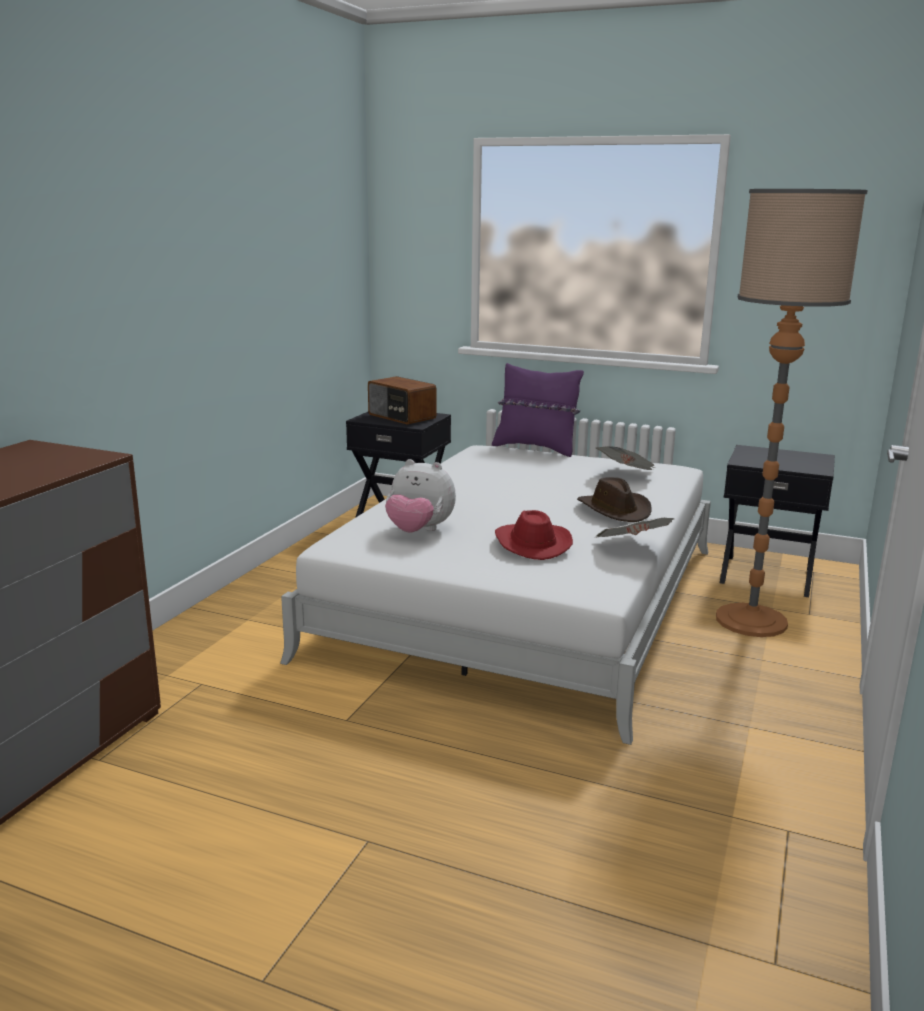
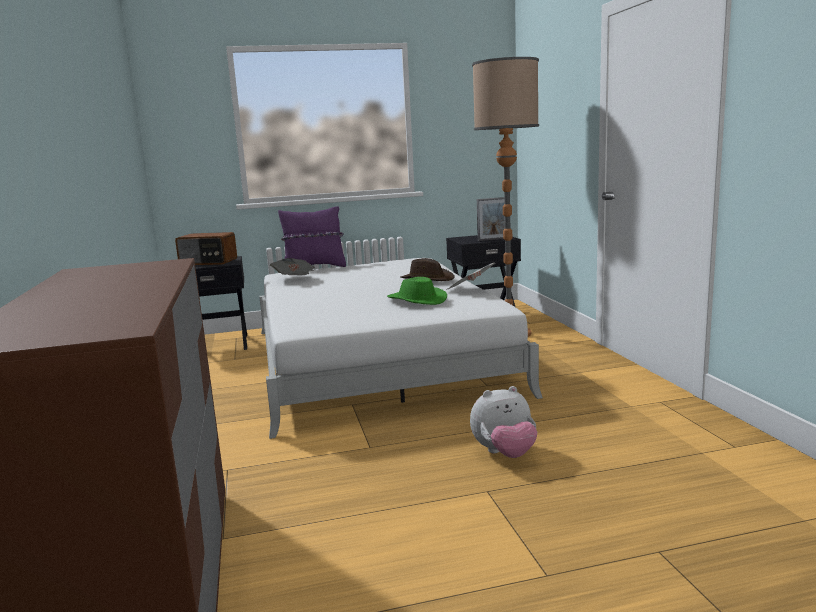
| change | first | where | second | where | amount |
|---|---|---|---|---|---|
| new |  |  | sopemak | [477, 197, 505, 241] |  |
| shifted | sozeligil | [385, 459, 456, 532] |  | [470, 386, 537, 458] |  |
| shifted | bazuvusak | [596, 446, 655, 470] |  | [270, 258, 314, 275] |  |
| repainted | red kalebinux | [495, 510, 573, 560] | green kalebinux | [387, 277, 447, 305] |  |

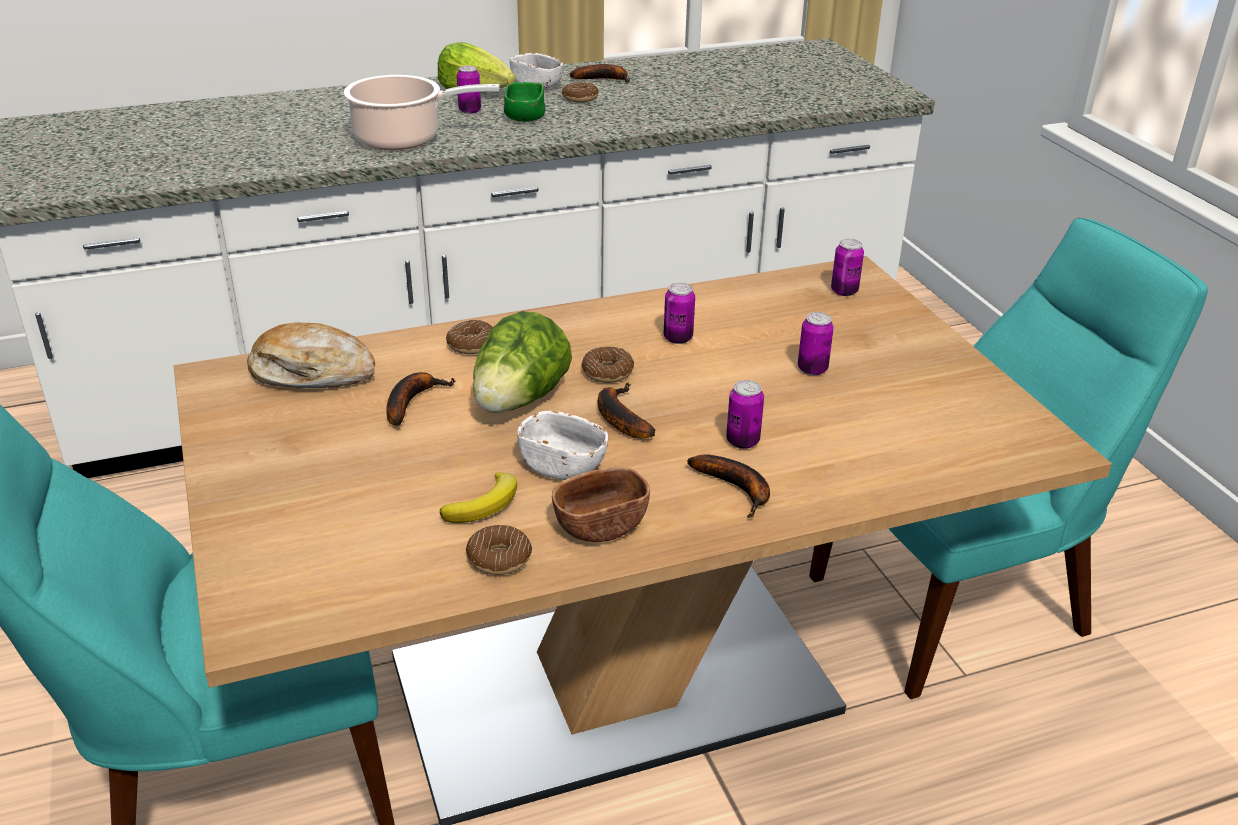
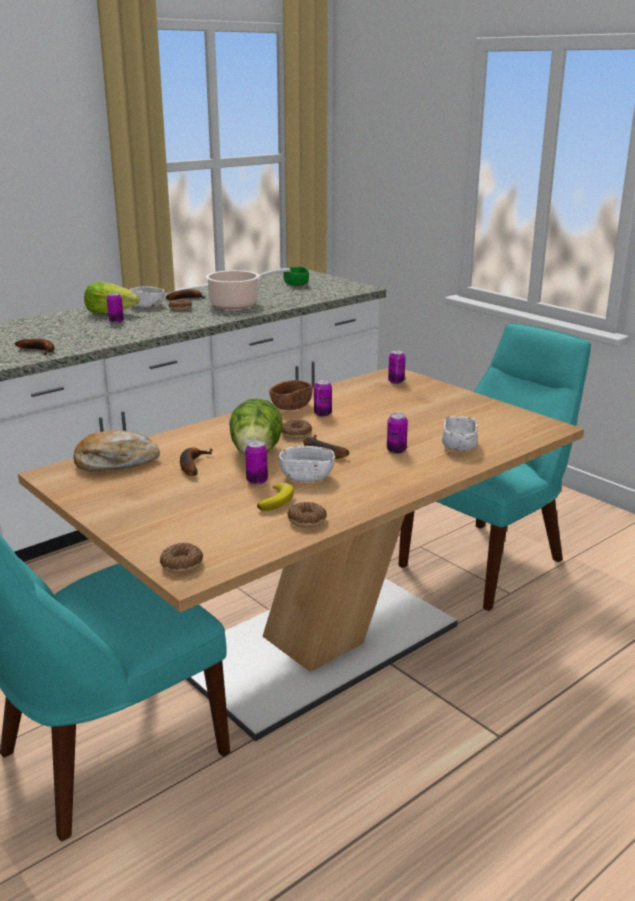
| change | first | where | second | where | amount |
|---|---|---|---|---|---|
| new |  |  | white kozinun | [442, 416, 478, 451] |  |
| shifted | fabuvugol | [344, 75, 499, 150] |  | [205, 268, 291, 309] |  |
| shifted | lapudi | [446, 320, 493, 354] |  | [160, 543, 203, 573] |  |
| shifted | green kozinun | [504, 82, 545, 122] |  | [283, 267, 309, 286] |  |
| shifted | brown kozinun | [552, 467, 650, 542] |  | [269, 380, 313, 410] |  |
| shifted | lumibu | [687, 454, 770, 518] |  | [15, 339, 54, 355] |  |
| shifted | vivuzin | [798, 312, 834, 375] |  | [245, 440, 268, 485] |  |

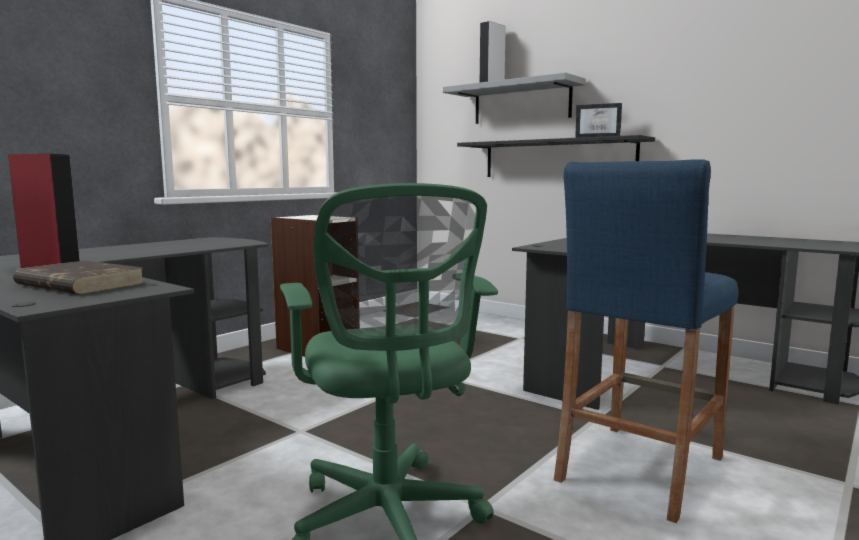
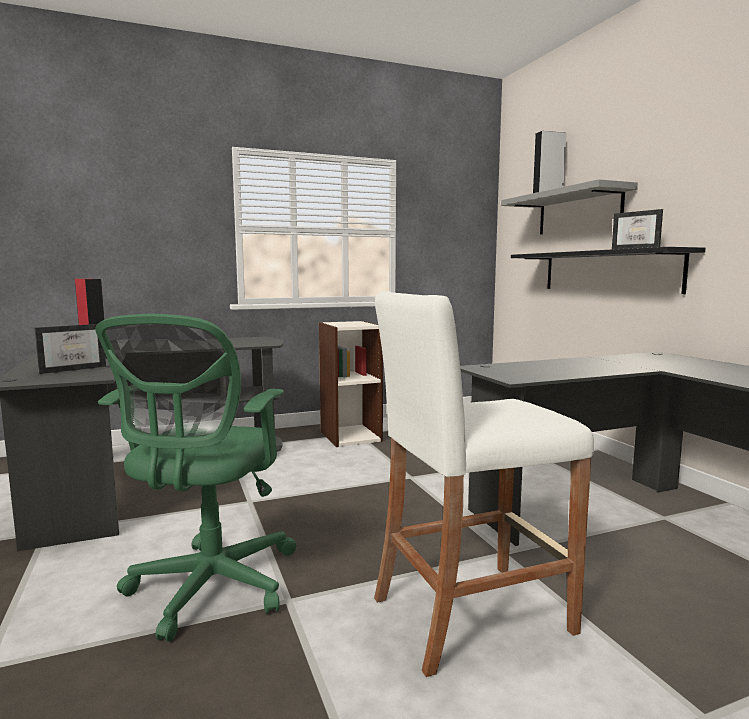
| change | first | where | second | where | amount |
|---|---|---|---|---|---|
| swapped | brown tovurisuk | [13, 260, 145, 294] | sopemak | [35, 324, 106, 374] |  |
| repainted | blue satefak | [554, 159, 738, 523] | white satefak | [374, 291, 594, 677] |  |

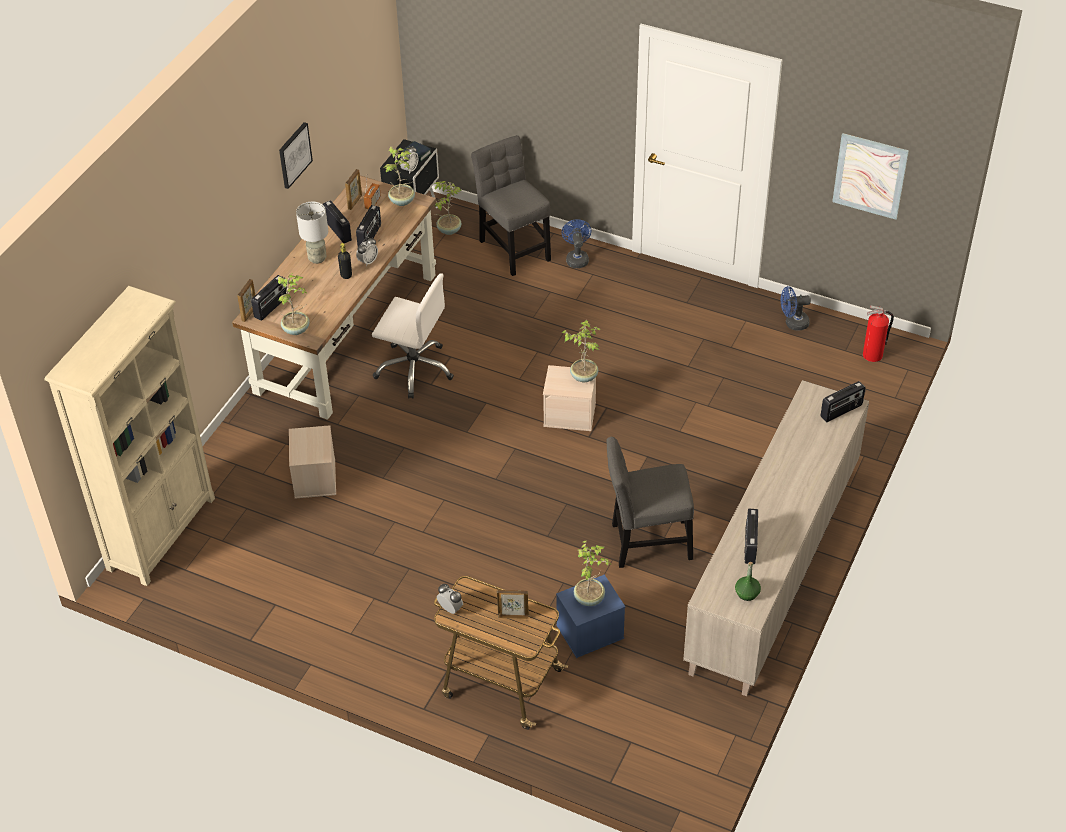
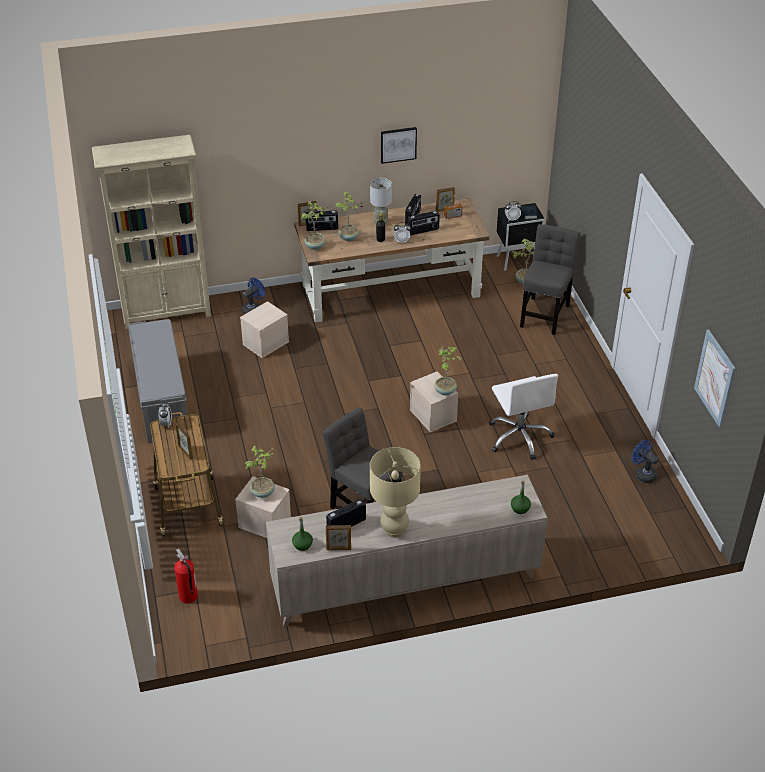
| change | first | where | second | where | amount |
|---|---|---|---|---|---|
| new |  |  | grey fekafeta | [128, 319, 188, 444] |  |
| new |  |  | sopemak | [326, 525, 351, 550] |  |
| new |  |  | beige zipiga | [370, 447, 421, 538] |  |
| shifted | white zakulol | [372, 273, 454, 399] |  | [489, 374, 558, 460] |  |
| shifted | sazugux | [384, 146, 415, 206] |  | [335, 192, 364, 241] |  |
| shifted | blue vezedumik | [562, 219, 591, 268] |  | [242, 278, 265, 314] |  |
| shifted | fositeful | [863, 305, 894, 362] |  | [174, 548, 198, 604] |  |
| swapped | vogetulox | [820, 381, 866, 422] | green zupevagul | [511, 481, 531, 514] |  |
| repainted | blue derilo | [556, 574, 625, 658] | beige derilo | [235, 476, 291, 538] |  |

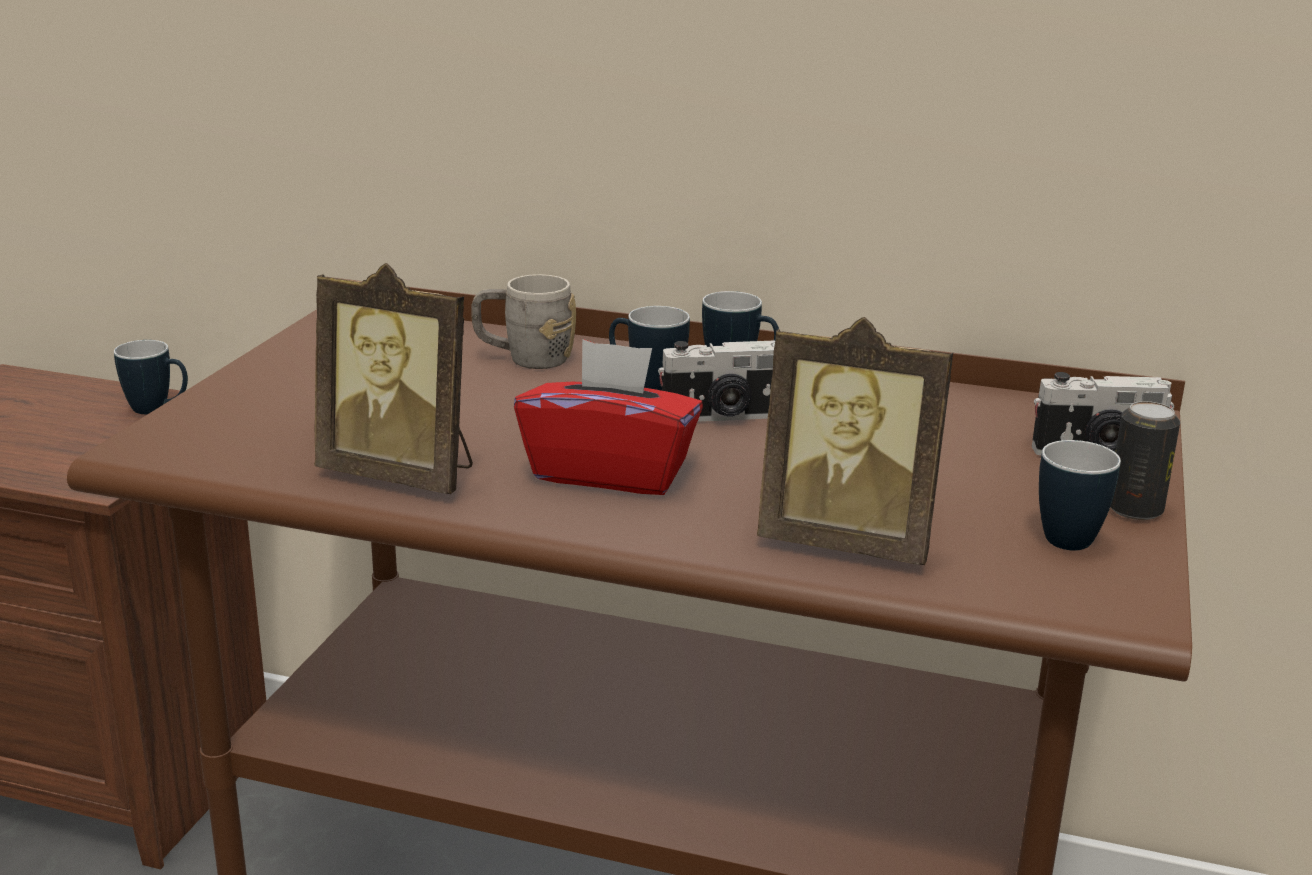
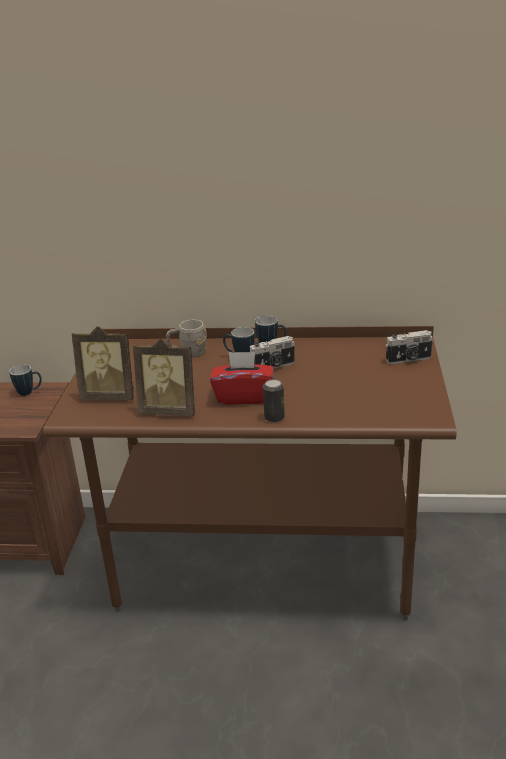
| change | first | where | second | where | amount |
|---|---|---|---|---|---|
| gone | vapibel | [1039, 440, 1121, 550] |  |  |  |
| shifted | sopemak | [757, 317, 953, 565] |  | [72, 326, 134, 400] |  |
| shifted | vivuzin | [1110, 401, 1180, 520] |  | [263, 379, 285, 423] |  |

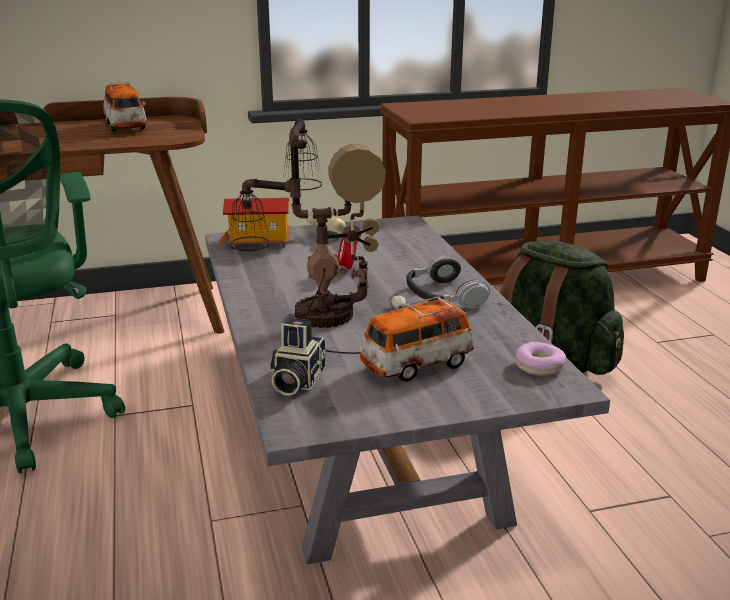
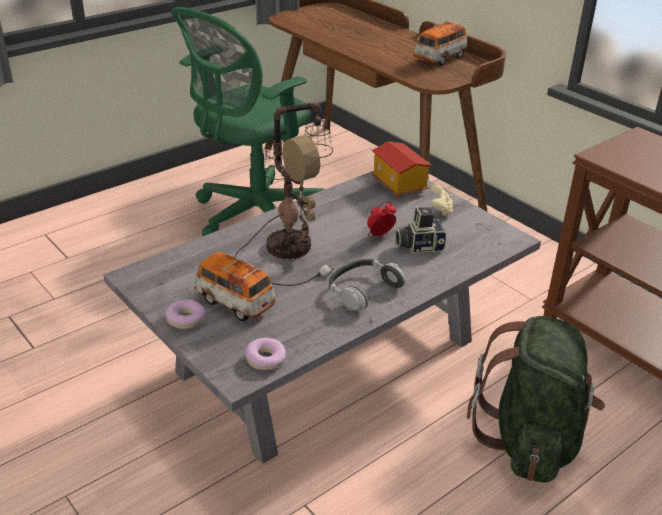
| change | first | where | second | where | amount |
|---|---|---|---|---|---|
| new |  |  | lapudi | [166, 299, 206, 329] |  |
| shifted | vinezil | [270, 318, 326, 396] |  | [395, 206, 447, 253] |  |

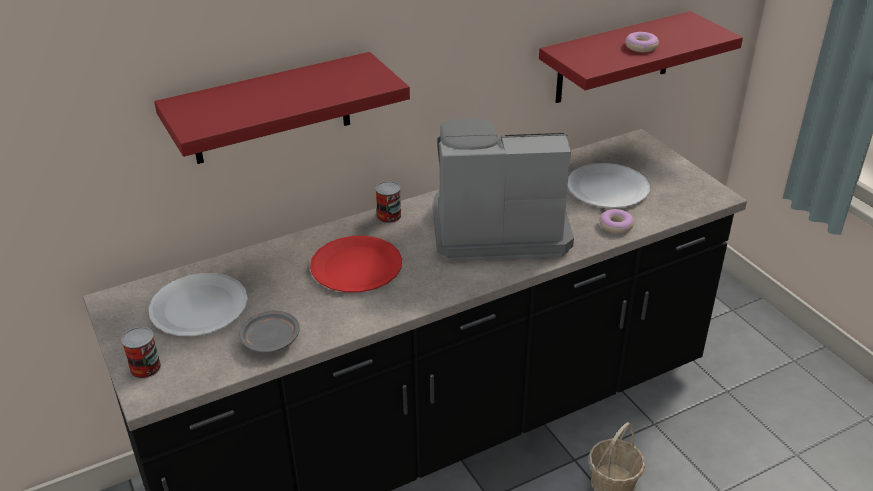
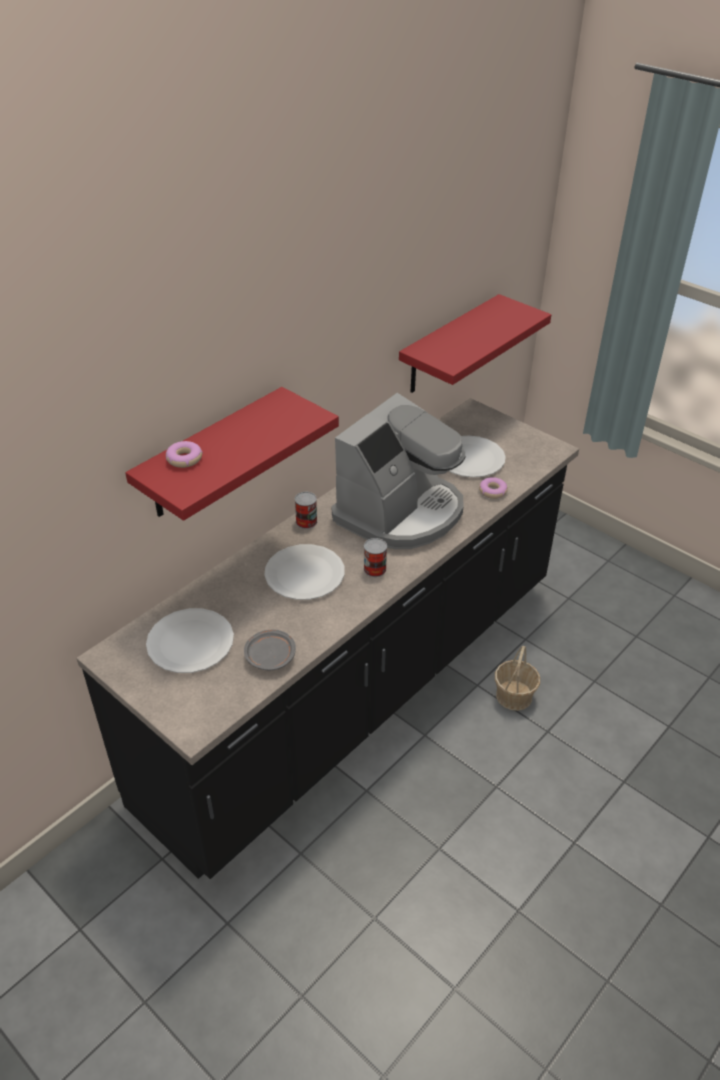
| change | first | where | second | where | amount |
|---|---|---|---|---|---|
| shifted | vivuzin | [121, 327, 161, 379] |  | [364, 538, 387, 577] |  |
| shifted | lapudi | [625, 32, 659, 52] |  | [166, 441, 203, 468] |  |
| repainted | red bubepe | [310, 236, 402, 292] | white bubepe | [265, 544, 344, 600] |  |
| rotated | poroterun | [433, 118, 574, 261] |  | [332, 393, 466, 549] | 150 degrees clockwise |

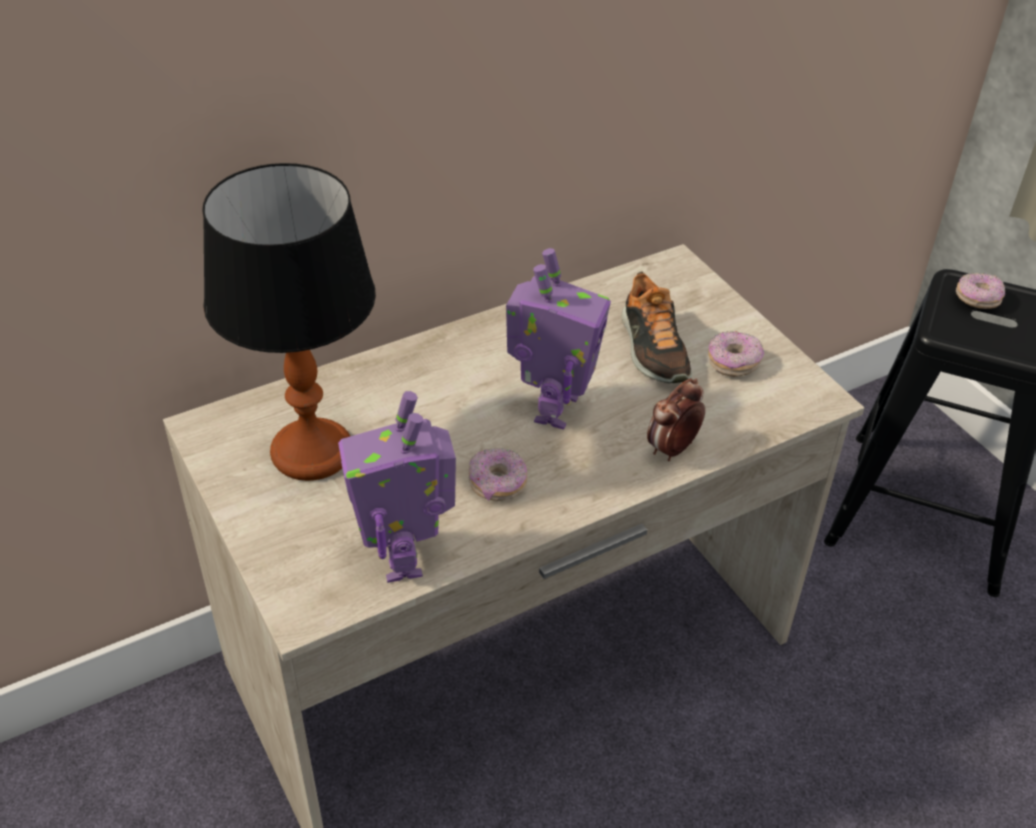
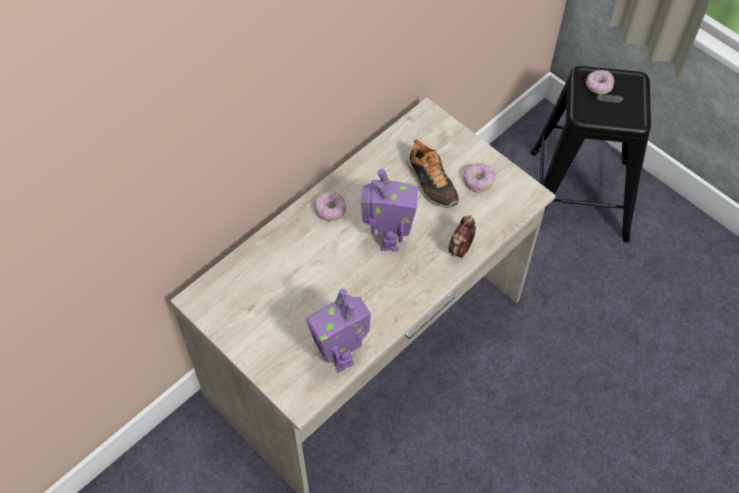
| change | first | where | second | where | amount |
|---|---|---|---|---|---|
| gone | zipiga | [202, 163, 376, 481] |  |  |  |
| shifted | lapudi | [469, 448, 527, 501] |  | [315, 192, 346, 222] |  |

